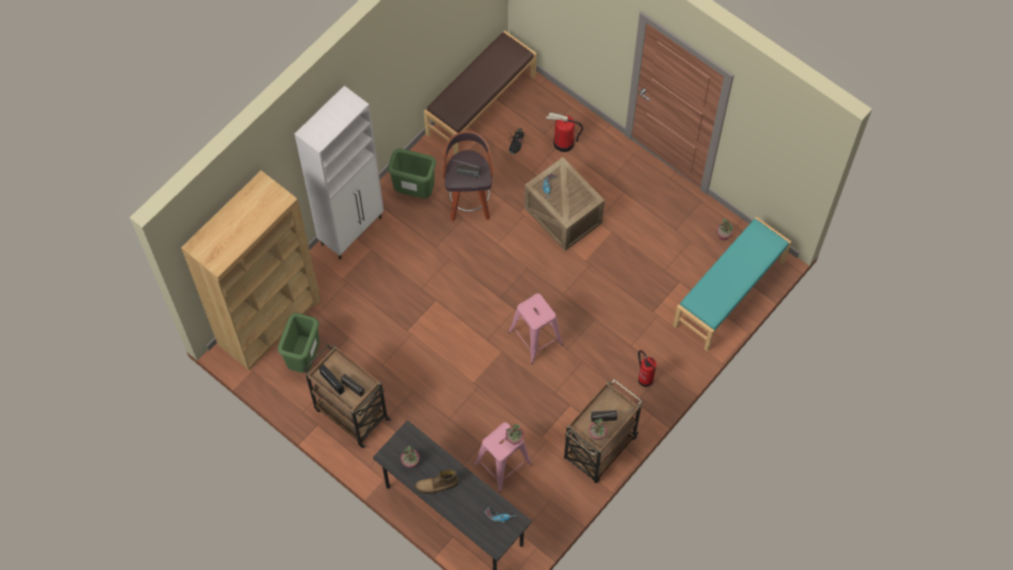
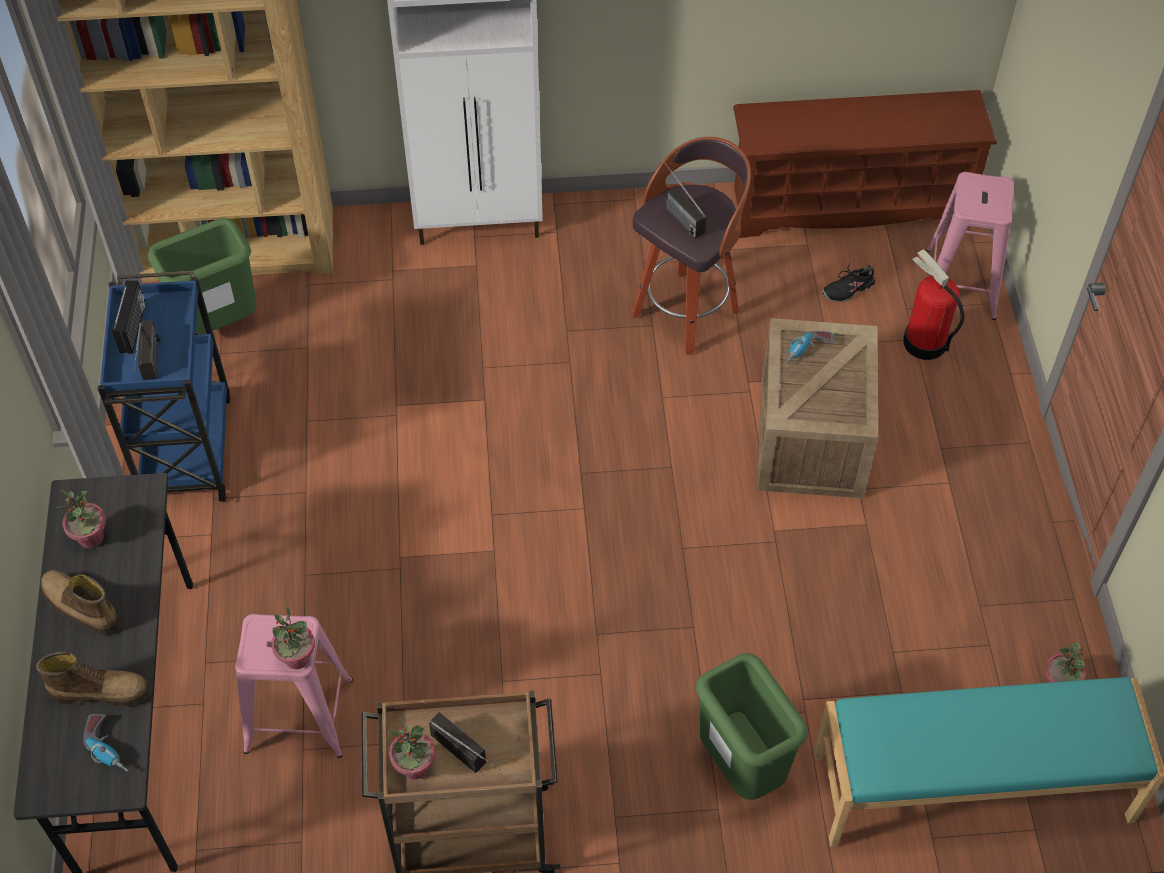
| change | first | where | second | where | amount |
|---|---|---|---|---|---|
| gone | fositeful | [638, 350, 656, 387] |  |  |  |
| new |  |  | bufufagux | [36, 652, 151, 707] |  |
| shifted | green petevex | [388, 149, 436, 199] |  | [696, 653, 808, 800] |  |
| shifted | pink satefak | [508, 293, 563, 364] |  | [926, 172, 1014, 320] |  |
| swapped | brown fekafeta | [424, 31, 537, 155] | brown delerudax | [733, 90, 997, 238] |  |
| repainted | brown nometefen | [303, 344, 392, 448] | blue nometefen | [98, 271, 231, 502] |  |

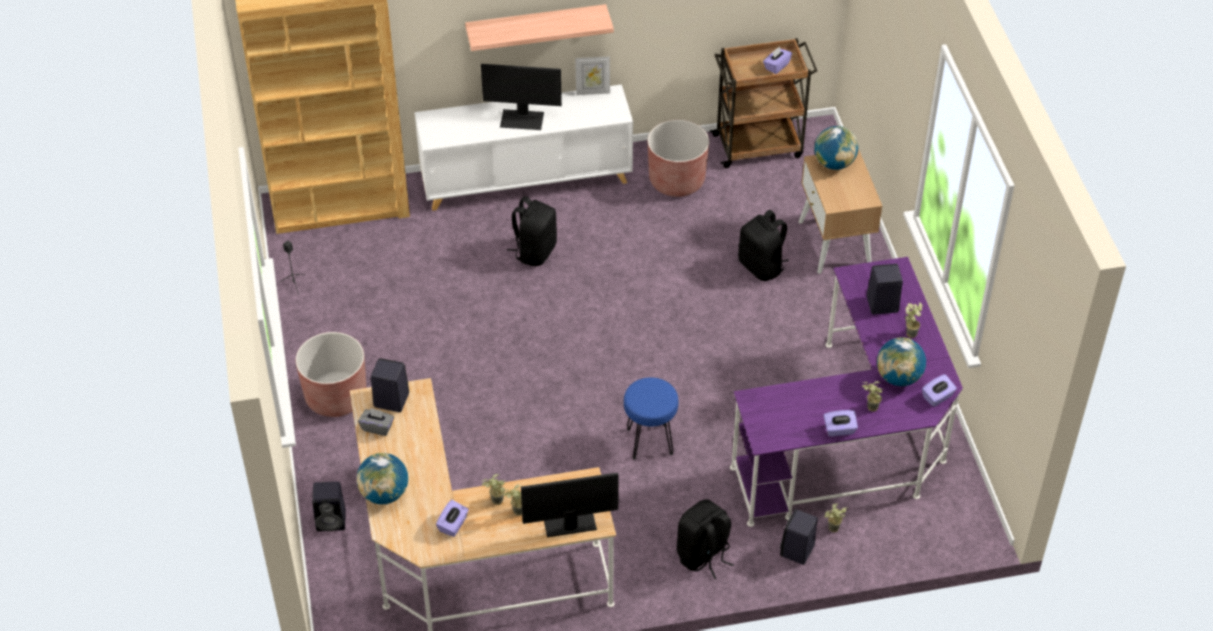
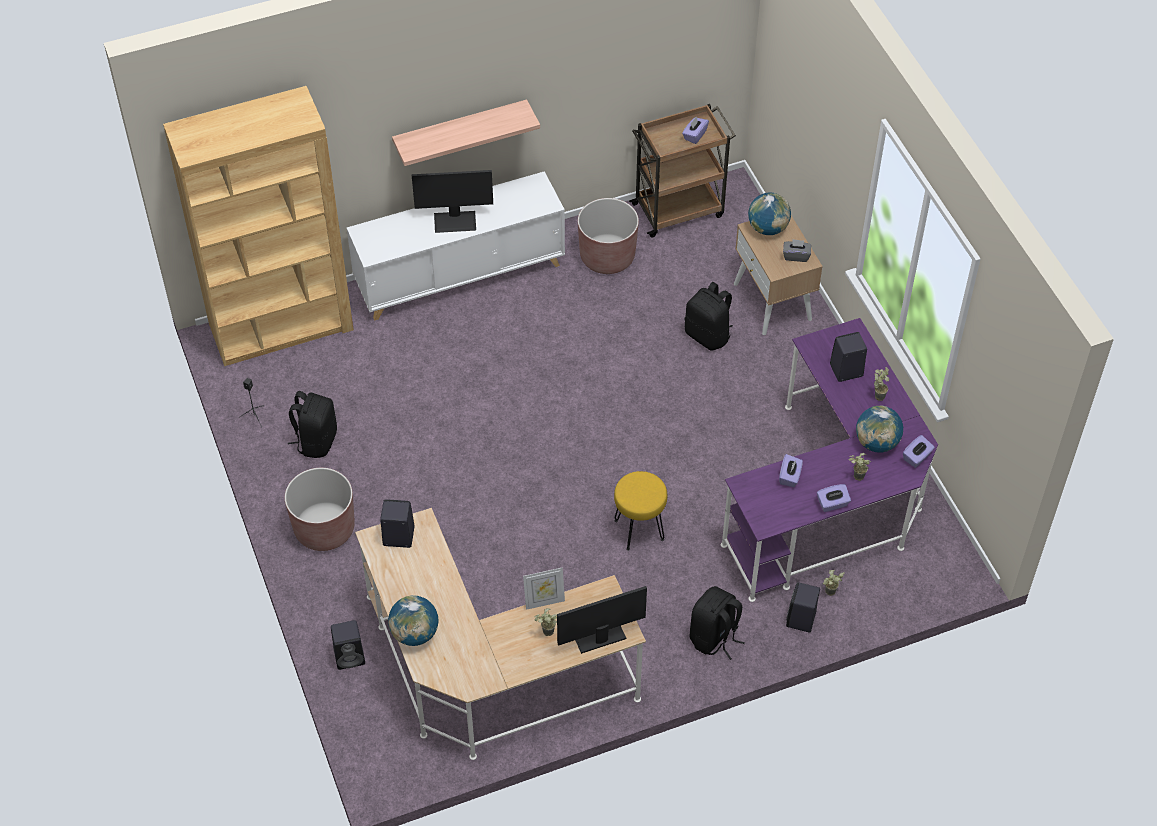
| change | first | where | second | where | amount |
|---|---|---|---|---|---|
| gone | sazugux | [482, 474, 505, 505] |  |  |  |
| shifted | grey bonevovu | [358, 408, 394, 436] |  | [783, 239, 811, 262] |  |
| shifted | purple bonevovu | [436, 500, 469, 537] |  | [779, 454, 803, 487] |  |
| shifted | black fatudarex | [507, 196, 557, 266] |  | [288, 391, 337, 458] |  |
| shifted | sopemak | [575, 56, 610, 95] |  | [523, 567, 565, 610] |  |
| repainted | blue satefak | [624, 377, 678, 460] | yellow satefak | [614, 471, 667, 551] |  |

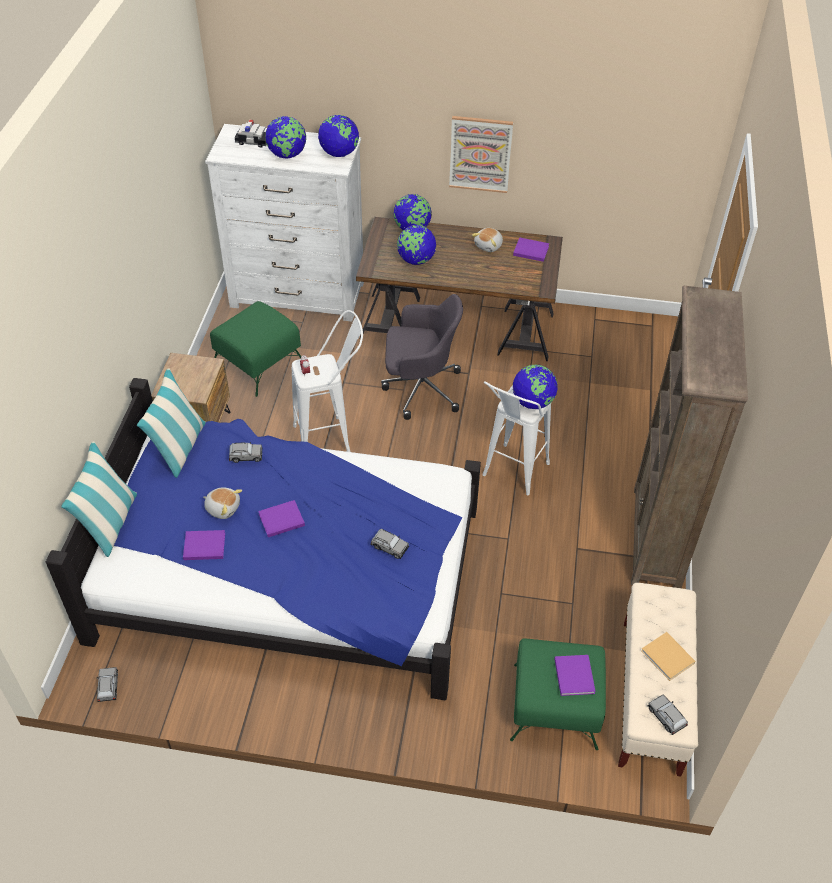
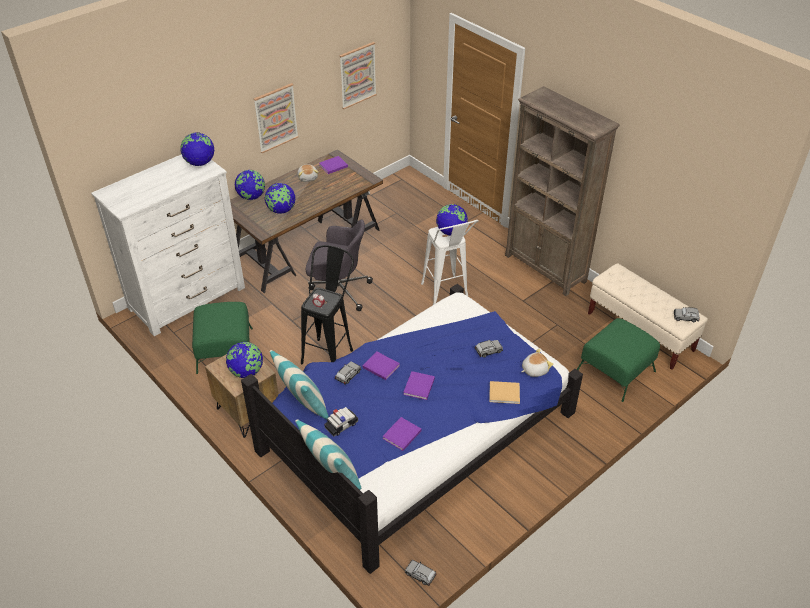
| change | first | where | second | where | amount |
|---|---|---|---|---|---|
| new |  |  | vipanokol | [339, 42, 377, 109] |  |
| shifted | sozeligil | [203, 487, 242, 519] |  | [521, 348, 553, 377] |  |
| shifted | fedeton | [235, 120, 267, 147] |  | [324, 407, 358, 437] |  |
| shifted | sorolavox | [265, 116, 306, 158] |  | [226, 342, 263, 378] |  |
| shifted | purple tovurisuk | [554, 655, 596, 696] |  | [362, 352, 400, 380] |  |
| shifted | beige tovurisuk | [641, 632, 696, 681] |  | [490, 381, 520, 404] |  |
| repainted | white satefak | [292, 310, 363, 452] | black satefak | [301, 245, 354, 364] |  |
| rotated | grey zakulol | [381, 294, 463, 420] |  | [306, 219, 373, 311] | 60 degrees clockwise |

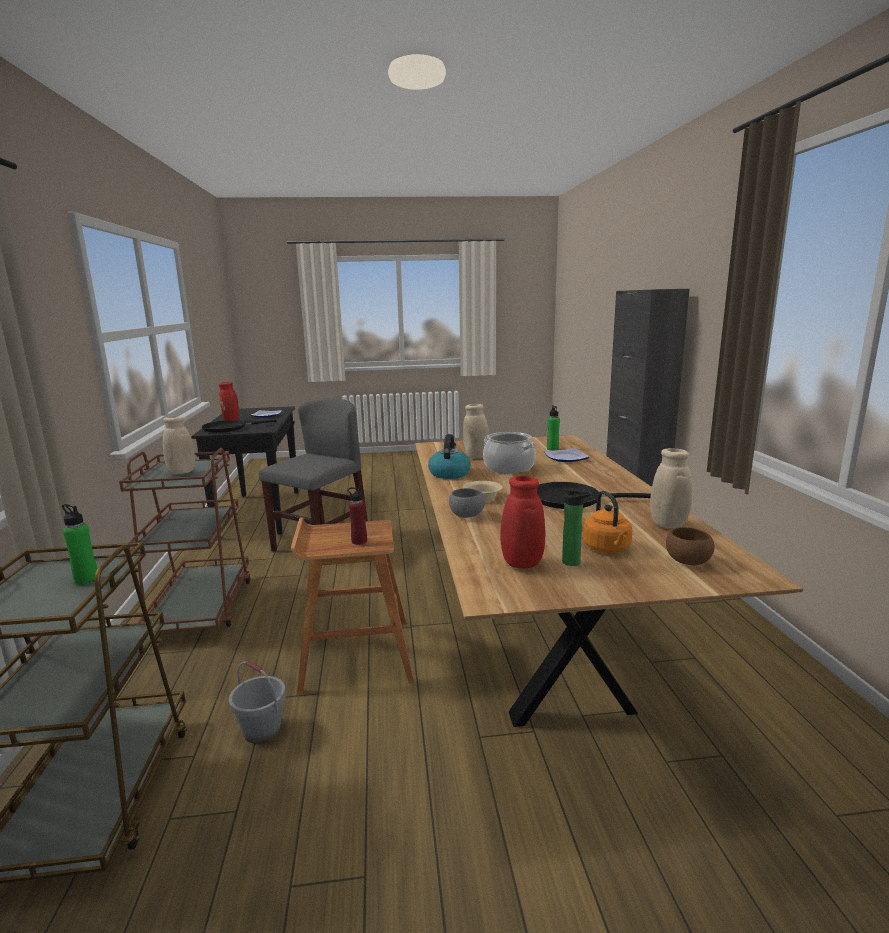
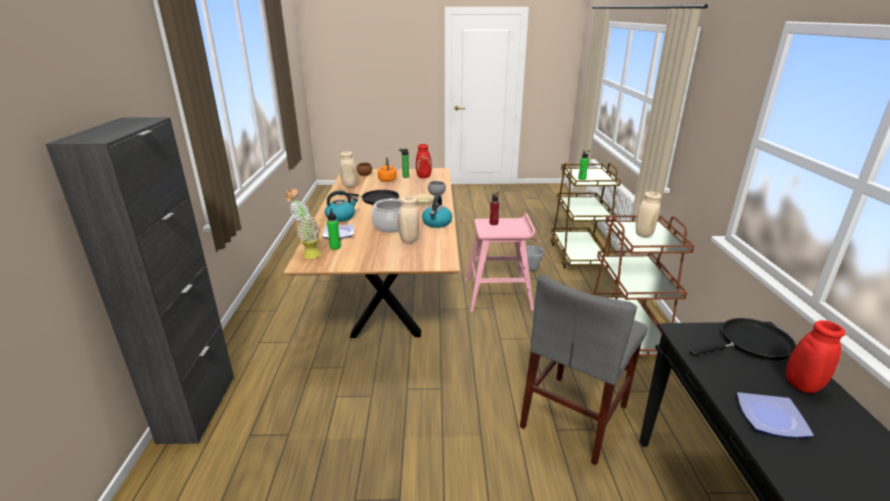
| change | first | where | second | where | amount |
|---|---|---|---|---|---|
| new |  |  | sazugux | [286, 189, 321, 259] |  |
| new |  |  | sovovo | [325, 190, 358, 222] |  |
| repainted | brown satefak | [291, 517, 414, 695] | pink satefak | [465, 213, 535, 312] |  |

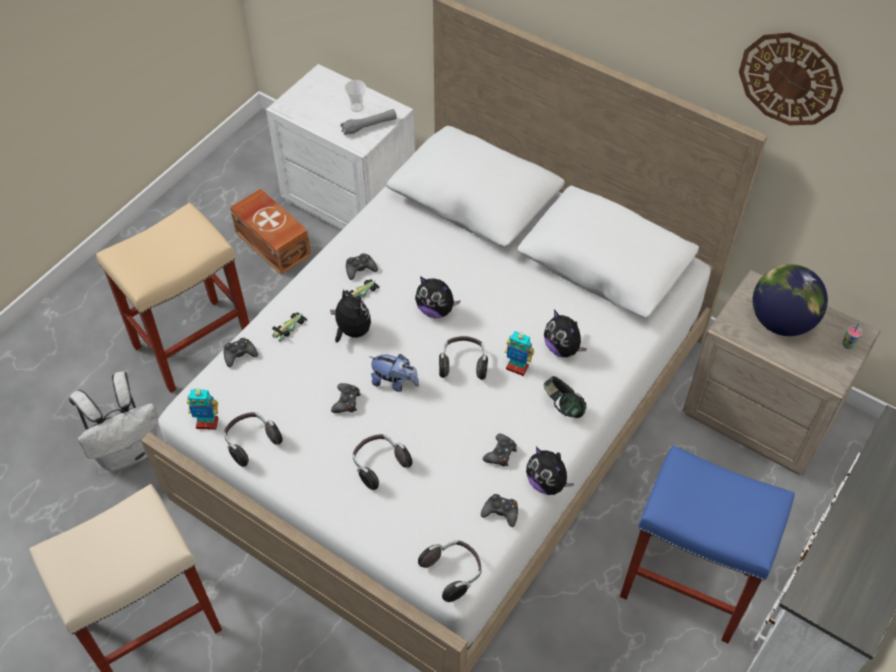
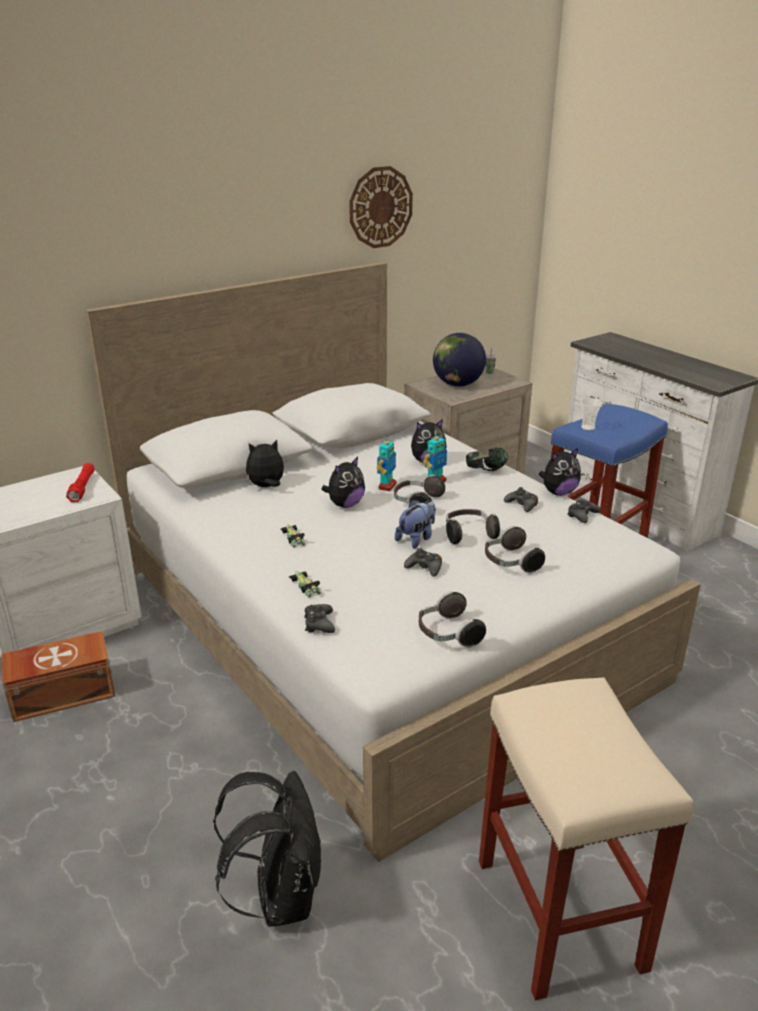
| change | first | where | second | where | amount |
|---|---|---|---|---|---|
| gone | beige satefak | [96, 203, 249, 393] |  |  |  |
| gone | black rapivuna | [346, 253, 378, 280] |  |  |  |
| shifted | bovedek | [187, 388, 218, 430] |  | [376, 436, 397, 491] |  |
| shifted | sozeligil | [330, 289, 371, 343] |  | [245, 440, 284, 487] |  |
| shifted | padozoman | [345, 80, 366, 112] |  | [580, 398, 602, 431] |  |
| shifted | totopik | [418, 540, 482, 602] |  | [446, 509, 500, 544] |  |
| repainted | white fatudarex | [69, 371, 158, 471] | black fatudarex | [213, 771, 321, 927] |  |
| repainted | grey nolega | [340, 109, 397, 135] | red nolega | [66, 463, 95, 502] |  |

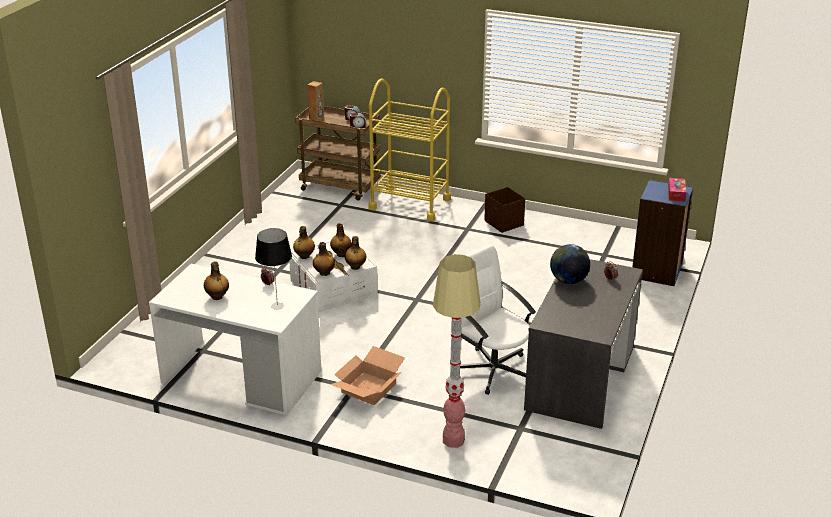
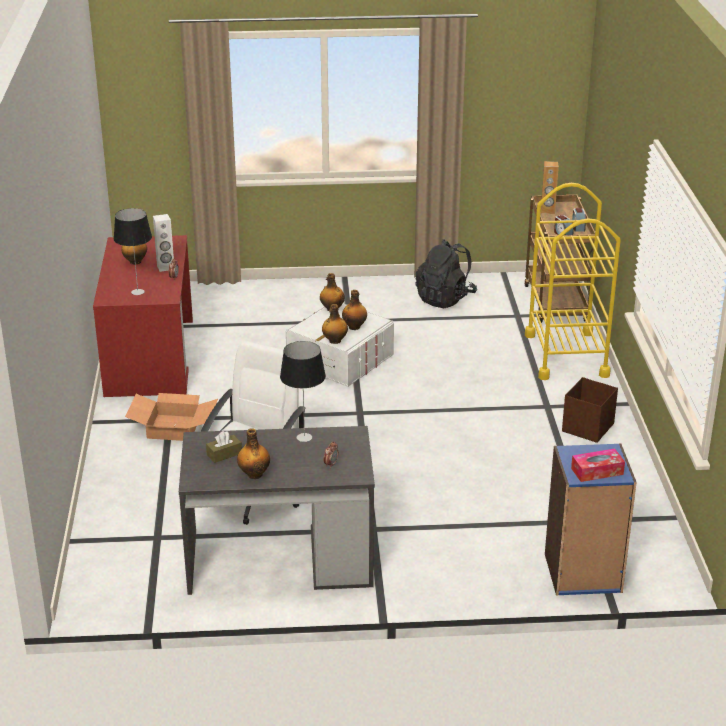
| change | first | where | second | where | amount |
|---|---|---|---|---|---|
| gone | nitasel | [433, 254, 481, 448] |  |  |  |
| new |  |  | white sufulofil | [153, 214, 174, 272] |  |
| new |  |  | brown bonevovu | [206, 431, 242, 463] |  |
| new |  |  | black fatudarex | [415, 239, 477, 308] |  |
| shifted | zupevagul | [313, 242, 335, 276] |  | [237, 428, 270, 479] |  |
| swapped | sorolavox | [550, 244, 590, 284] | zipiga | [280, 341, 326, 442] |  |
| repainted | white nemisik | [149, 264, 321, 416] | red nemisik | [93, 235, 193, 397] |  |

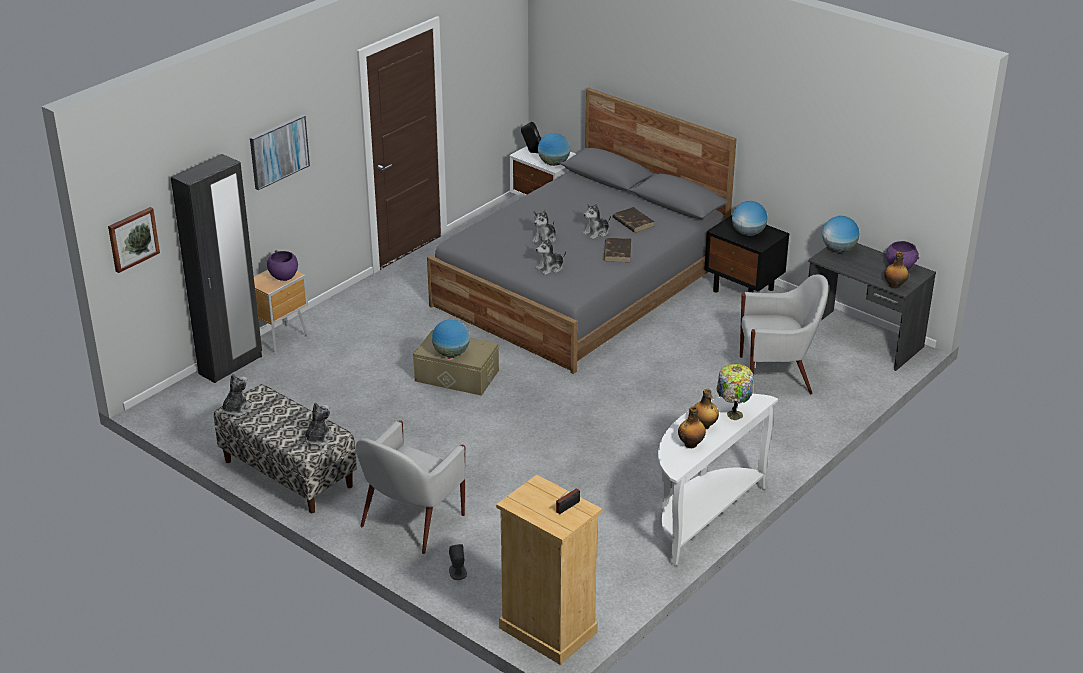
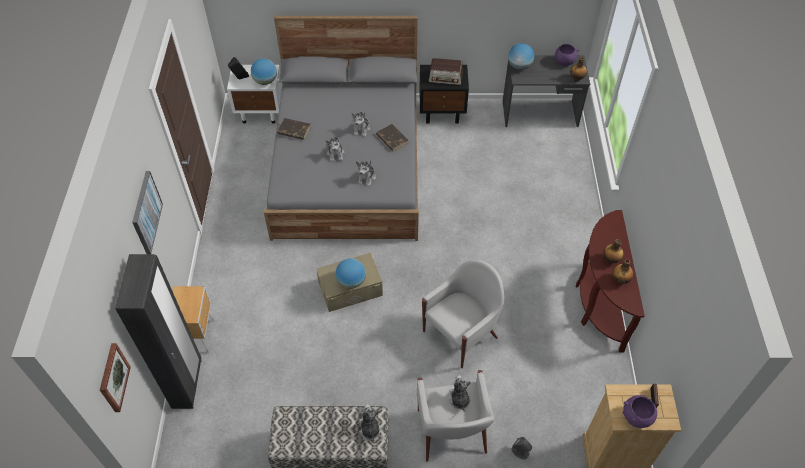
| change | first | where | second | where | amount |
|---|---|---|---|---|---|
| gone | zipiga | [717, 364, 754, 420] |  |  |  |
| shifted | sozeligil | [222, 374, 252, 417] |  | [449, 375, 471, 411] |  |
| shifted | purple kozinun | [267, 250, 298, 281] |  | [622, 395, 657, 428] |  |
| shifted | brown tovurisuk | [613, 207, 654, 233] |  | [277, 118, 311, 140] |  |
| shifted | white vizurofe | [740, 274, 829, 394] |  | [422, 260, 504, 368] |  |
| swapped | sorolavox | [732, 201, 767, 236] | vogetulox | [428, 58, 463, 85] |  |
| repainted | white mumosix | [658, 394, 778, 566] | brown mumosix | [576, 210, 645, 353] |  |

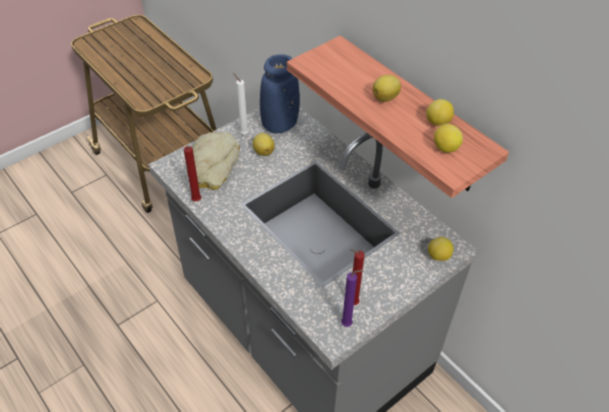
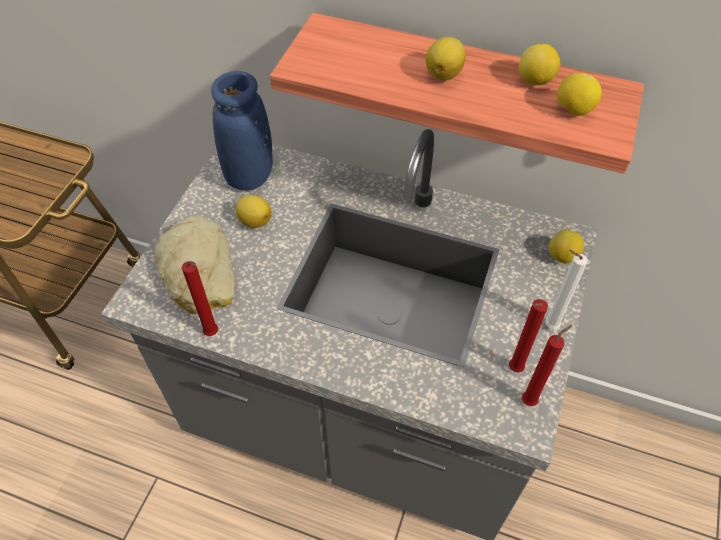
| change | first | where | second | where | amount |
|---|---|---|---|---|---|
| shifted | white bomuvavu | [233, 73, 249, 134] |  | [545, 250, 588, 329] |  |
| repainted | purple bomuvavu | [341, 269, 363, 327] | red bomuvavu | [522, 325, 572, 406] |  |

